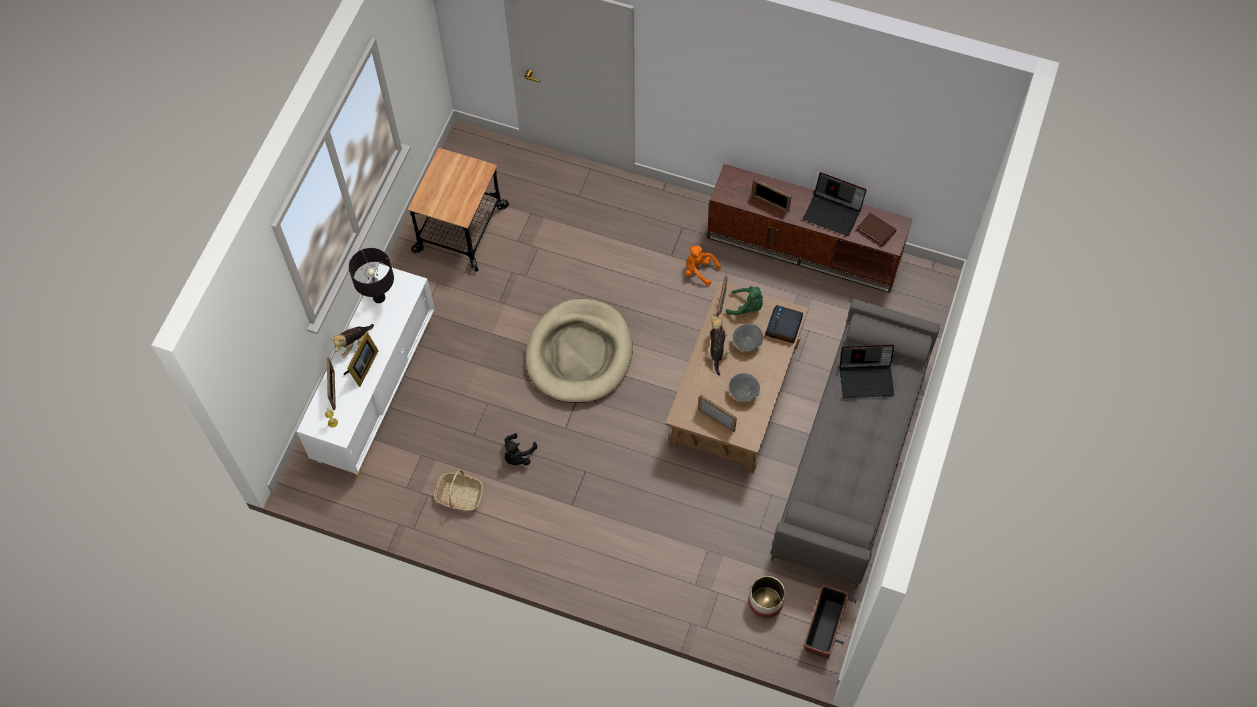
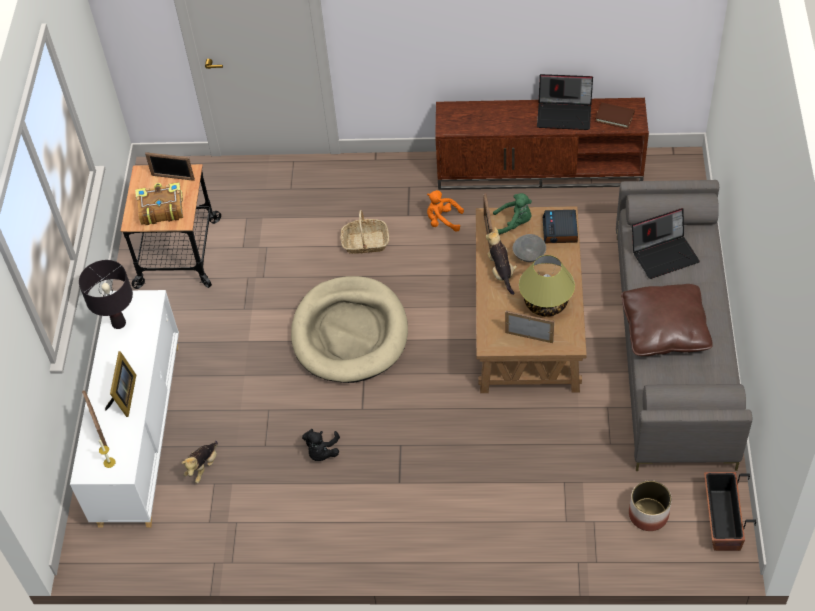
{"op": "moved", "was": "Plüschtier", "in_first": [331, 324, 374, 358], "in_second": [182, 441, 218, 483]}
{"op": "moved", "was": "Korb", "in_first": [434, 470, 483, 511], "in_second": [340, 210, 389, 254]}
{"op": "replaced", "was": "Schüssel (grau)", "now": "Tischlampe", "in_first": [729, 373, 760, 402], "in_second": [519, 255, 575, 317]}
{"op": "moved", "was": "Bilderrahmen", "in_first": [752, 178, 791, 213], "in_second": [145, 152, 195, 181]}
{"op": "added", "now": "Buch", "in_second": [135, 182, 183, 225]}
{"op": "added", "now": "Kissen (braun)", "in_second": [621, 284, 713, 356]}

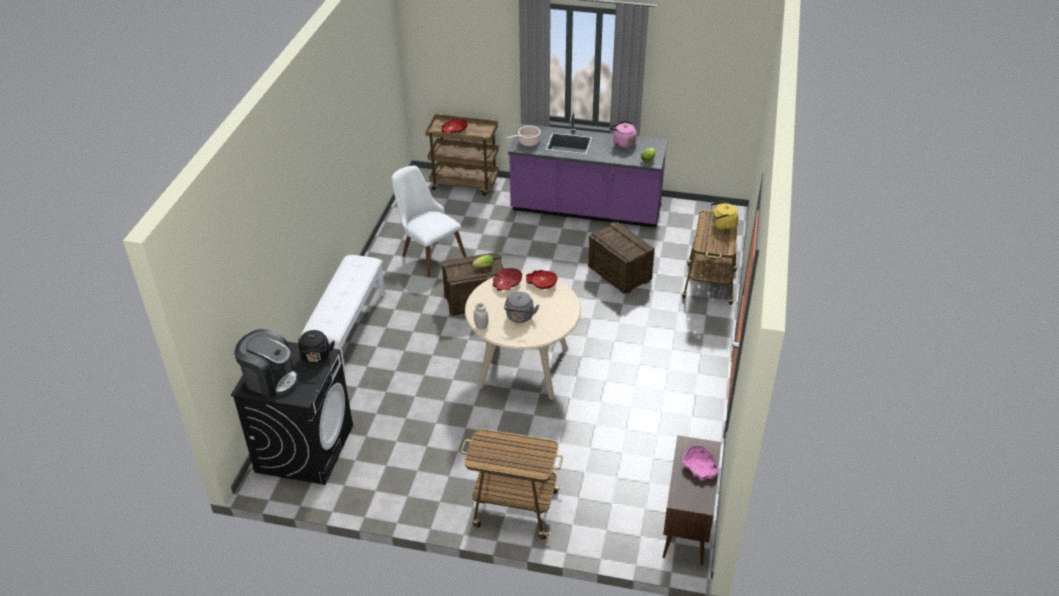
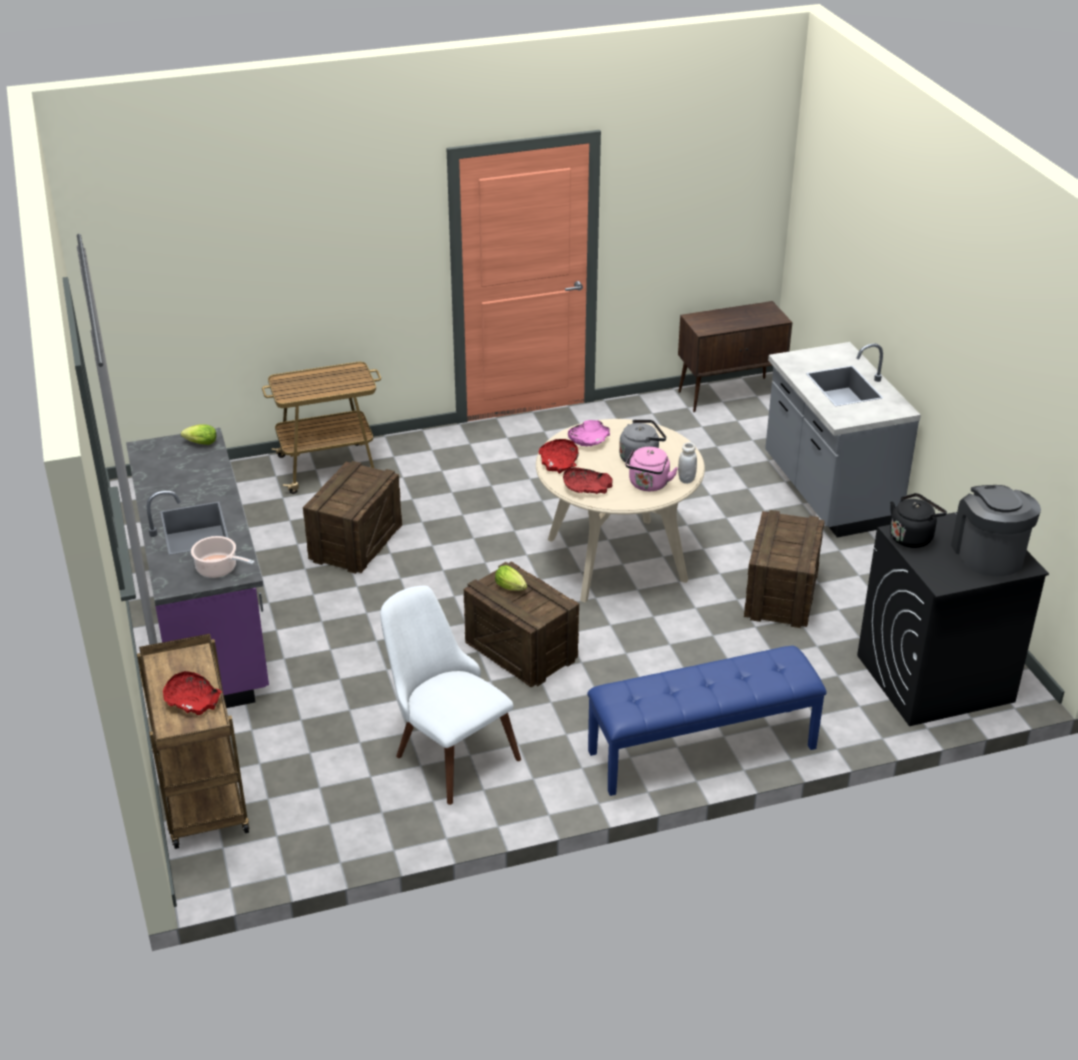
{"op": "recoloured", "was": "Bank (weiß)", "now": "Bank (blau)", "in_first": [300, 255, 385, 376], "in_second": [587, 646, 827, 796]}
{"op": "turned", "was": "Stuhl (weiß)", "in_first": [391, 166, 467, 277], "in_second": [380, 586, 521, 805], "clockwise": 120}
{"op": "replaced", "was": "Rollwagen", "now": "Küchenzeile (grau)", "in_first": [461, 429, 563, 540], "in_second": [765, 342, 921, 537]}
{"op": "moved", "was": "Wasserkessel (rosa)", "in_first": [610, 121, 637, 149], "in_second": [625, 447, 678, 491]}
{"op": "moved", "was": "Schüssel (rosa)", "in_first": [683, 446, 720, 479], "in_second": [568, 420, 610, 447]}
{"op": "removed", "was": "Wasserkessel (gelb)", "in_first": [711, 201, 738, 231]}
{"op": "added", "now": "Kiste", "in_second": [744, 510, 825, 628]}

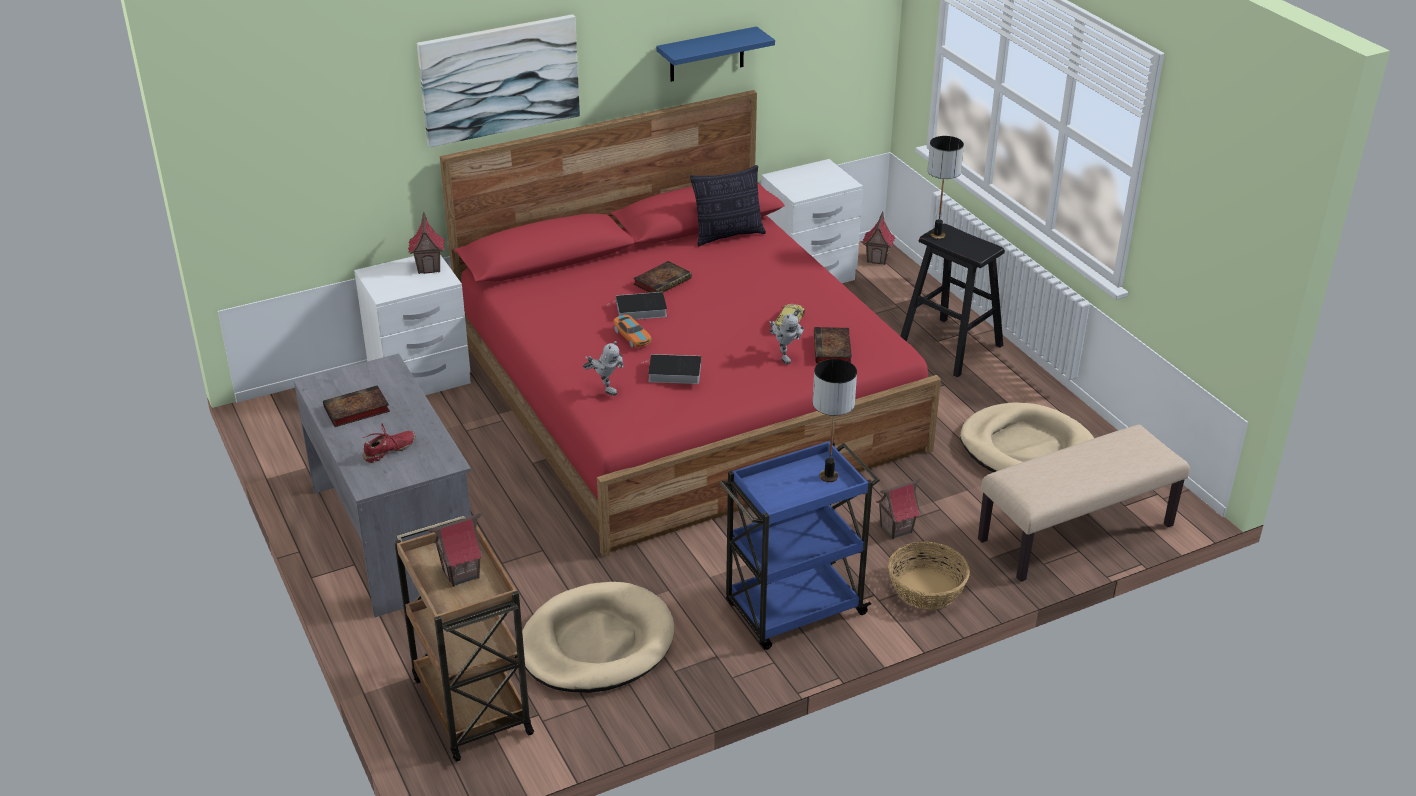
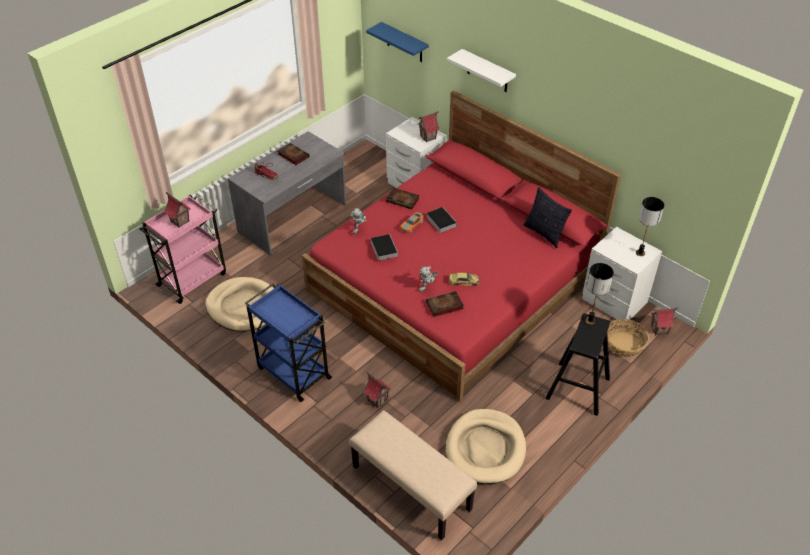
{"op": "recoloured", "was": "Rollwagen (braun)", "now": "Rollwagen (rosa)", "in_first": [394, 516, 534, 762], "in_second": [139, 195, 226, 304]}
{"op": "replaced", "was": "Bild", "now": "Wandregal (weiß)", "in_first": [417, 14, 580, 147], "in_second": [447, 49, 516, 92]}
{"op": "moved", "was": "Buch", "in_first": [633, 261, 692, 293], "in_second": [386, 188, 420, 209]}
{"op": "moved", "was": "Wandregal (blau)", "in_first": [656, 26, 775, 82], "in_second": [366, 22, 429, 62]}
{"op": "moved", "was": "Tischlampe", "in_first": [813, 359, 857, 482], "in_second": [636, 197, 664, 256]}
{"op": "moved", "was": "Korb", "in_first": [888, 542, 970, 610], "in_second": [607, 319, 649, 357]}

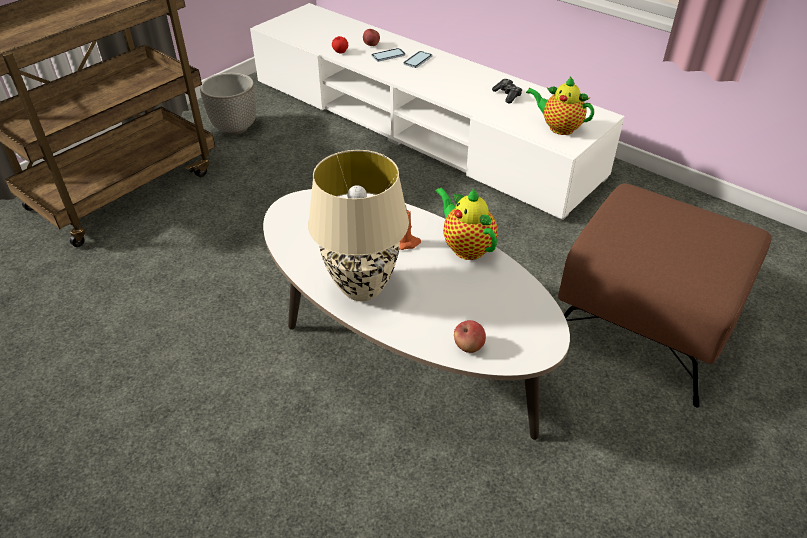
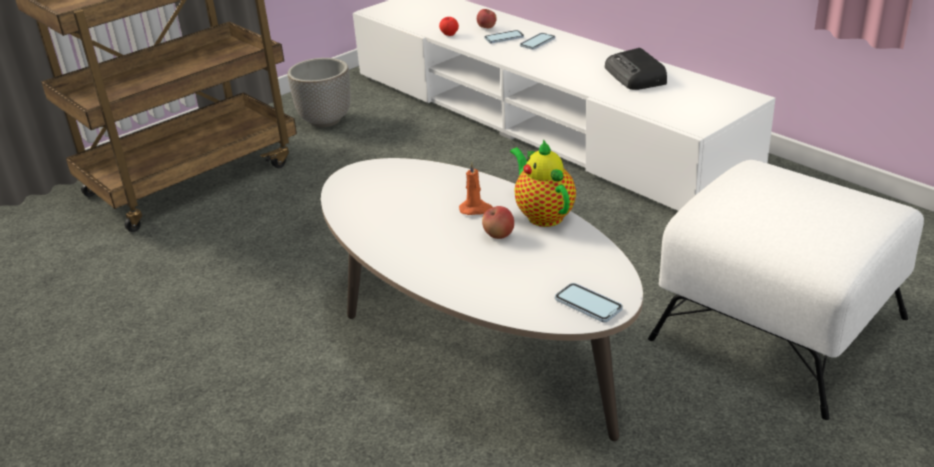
{"op": "removed", "was": "Tischlampe (beige)", "in_first": [308, 150, 409, 301]}
{"op": "moved", "was": "Apfel", "in_first": [454, 320, 486, 353], "in_second": [482, 206, 514, 239]}
{"op": "replaced", "was": "Gamepad", "now": "Radio", "in_first": [492, 79, 522, 103], "in_second": [605, 48, 667, 90]}
{"op": "removed", "was": "Teekanne", "in_first": [526, 77, 594, 135]}
{"op": "recoloured", "was": "Polsterhocker (braun)", "now": "Polsterhocker (weiß)", "in_first": [558, 183, 771, 408], "in_second": [648, 160, 924, 420]}
{"op": "added", "now": "Handy", "in_second": [555, 283, 623, 322]}

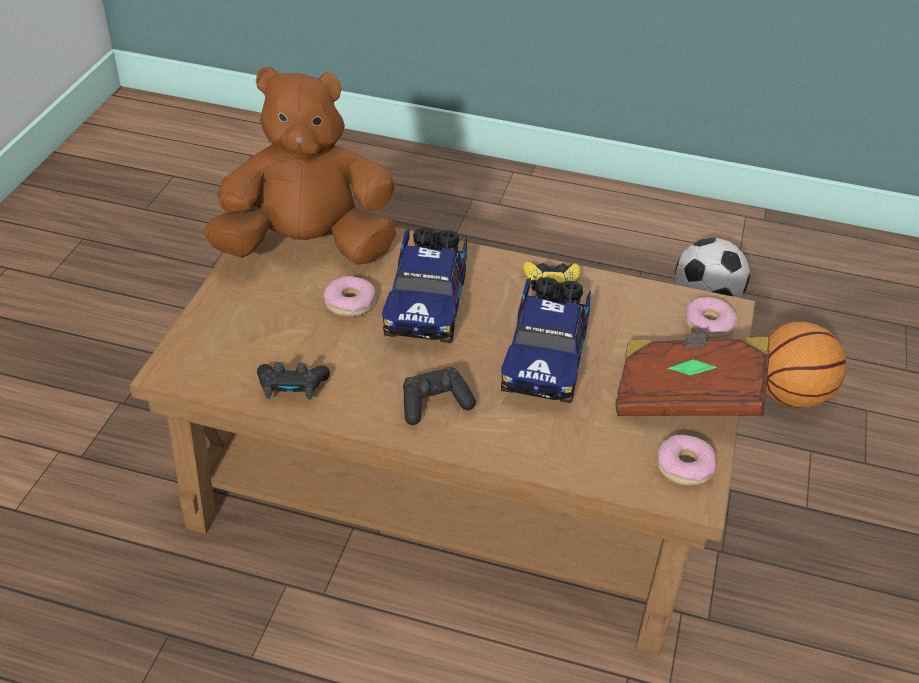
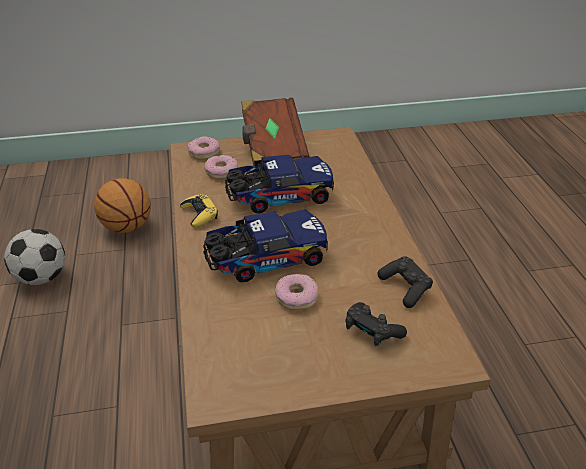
{"op": "removed", "was": "Plüschtier (braun)", "in_first": [204, 66, 396, 265]}
{"op": "moved", "was": "Gamepad (schwarz)", "in_first": [403, 367, 476, 425], "in_second": [346, 302, 407, 347]}
{"op": "moved", "was": "Donut", "in_first": [657, 435, 716, 486], "in_second": [204, 155, 238, 179]}

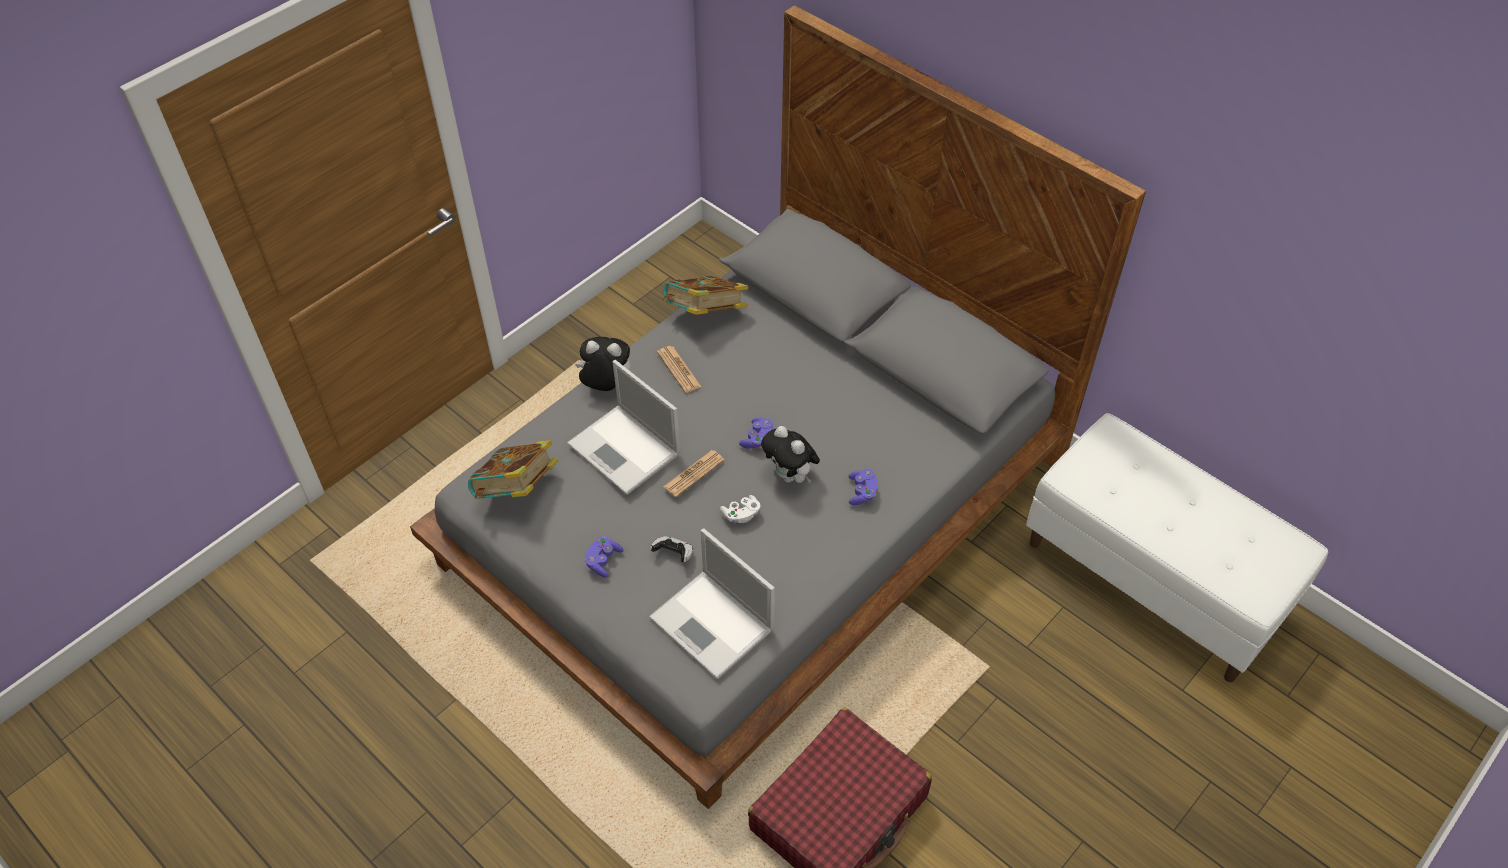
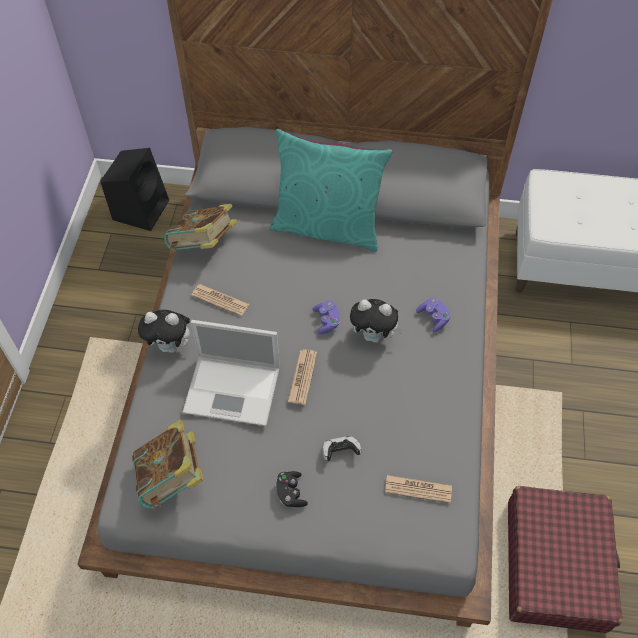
{"op": "turned", "was": "Plüschtier", "in_first": [575, 337, 631, 391], "in_second": [138, 310, 195, 353], "clockwise": -150}
{"op": "recoloured", "was": "Gamepad (lila)", "now": "Gamepad (schwarz)", "in_first": [585, 536, 623, 578], "in_second": [276, 471, 308, 507]}
{"op": "replaced", "was": "Laptop", "now": "Zeitung", "in_first": [649, 528, 775, 679], "in_second": [385, 475, 452, 503]}
{"op": "removed", "was": "Gamepad (weiß)", "in_first": [720, 495, 760, 523]}
{"op": "added", "now": "Lautsprecher (schwarz)", "in_second": [101, 148, 169, 231]}
{"op": "added", "now": "Kissen (türkis)", "in_second": [270, 129, 393, 252]}

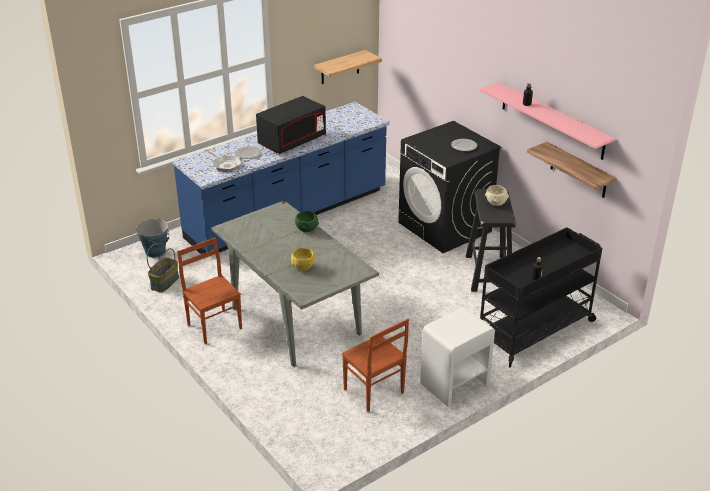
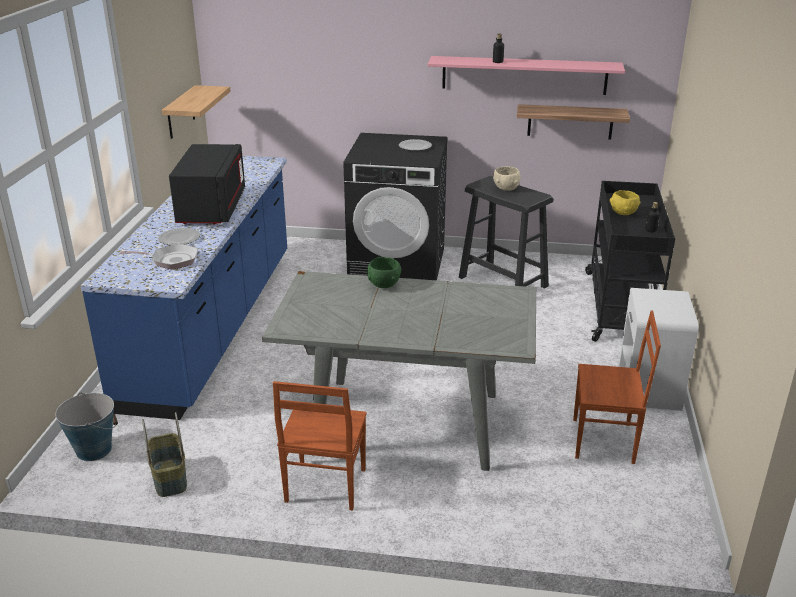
{"op": "turned", "was": "Stuhl (braun)", "in_first": [177, 237, 242, 344], "in_second": [273, 381, 367, 510], "clockwise": -90}
{"op": "moved", "was": "Schüssel (gelb)", "in_first": [291, 248, 315, 270], "in_second": [609, 190, 641, 215]}

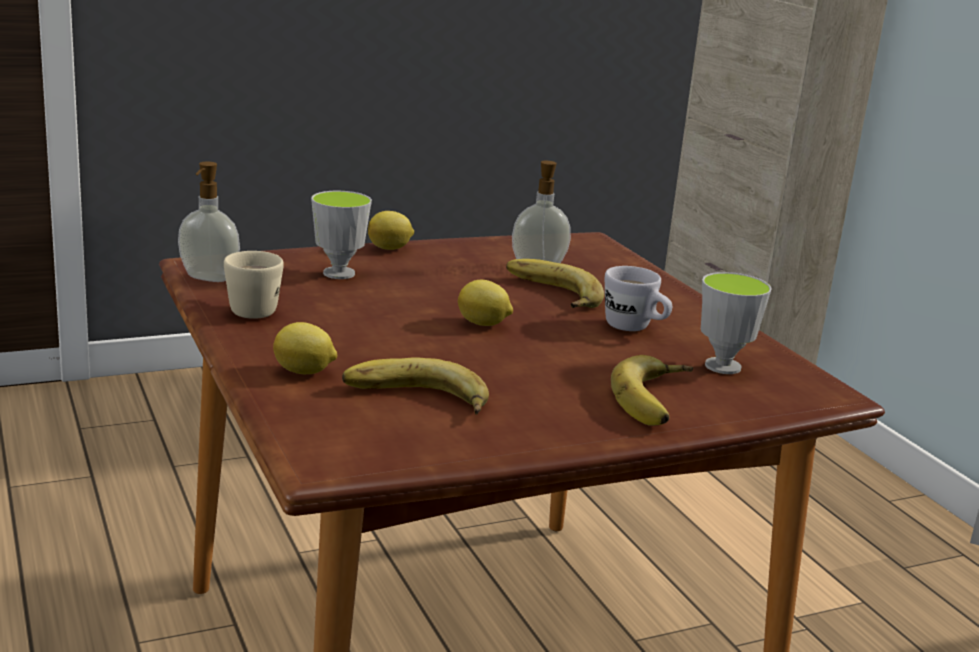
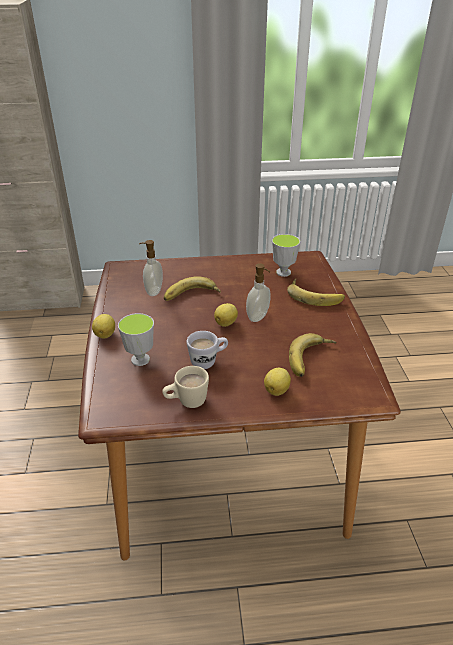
{"op": "moved", "was": "Seifenspender", "in_first": [178, 162, 240, 282], "in_second": [246, 263, 271, 322]}
{"op": "moved", "was": "Henkelbecher (weiß)", "in_first": [605, 266, 672, 331], "in_second": [187, 331, 228, 369]}

